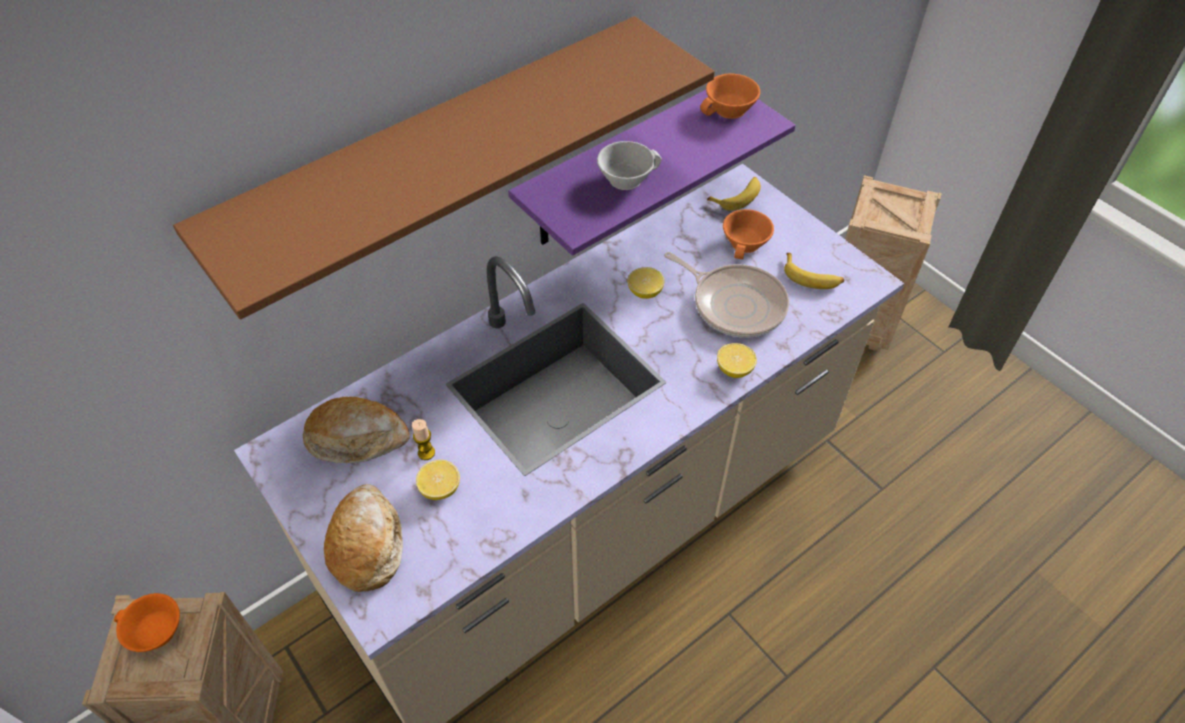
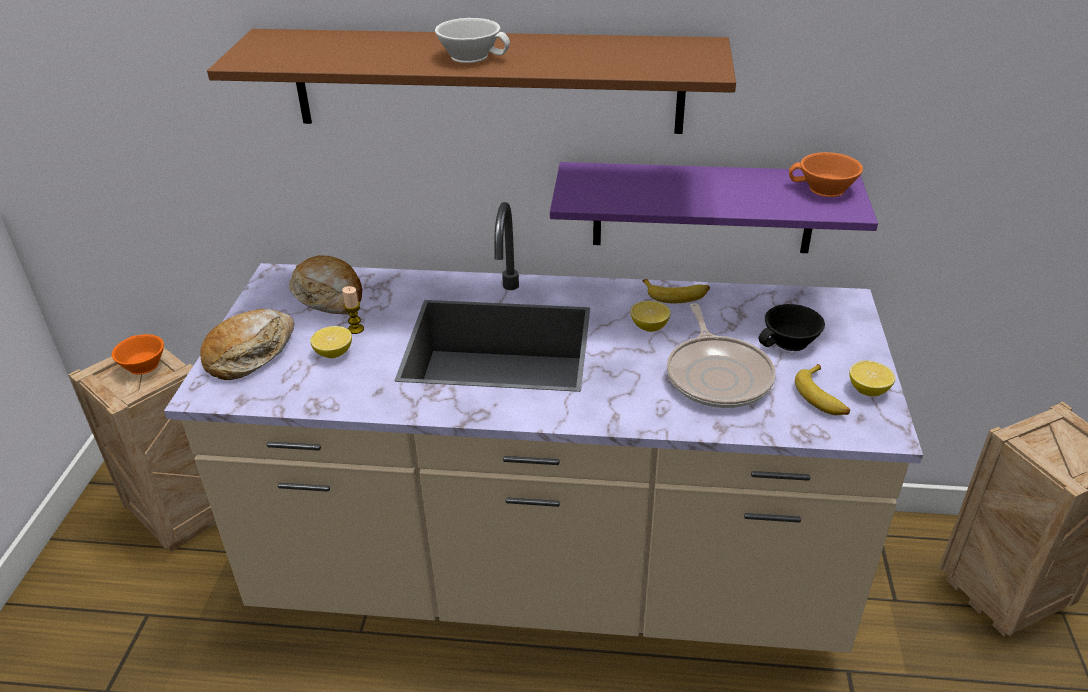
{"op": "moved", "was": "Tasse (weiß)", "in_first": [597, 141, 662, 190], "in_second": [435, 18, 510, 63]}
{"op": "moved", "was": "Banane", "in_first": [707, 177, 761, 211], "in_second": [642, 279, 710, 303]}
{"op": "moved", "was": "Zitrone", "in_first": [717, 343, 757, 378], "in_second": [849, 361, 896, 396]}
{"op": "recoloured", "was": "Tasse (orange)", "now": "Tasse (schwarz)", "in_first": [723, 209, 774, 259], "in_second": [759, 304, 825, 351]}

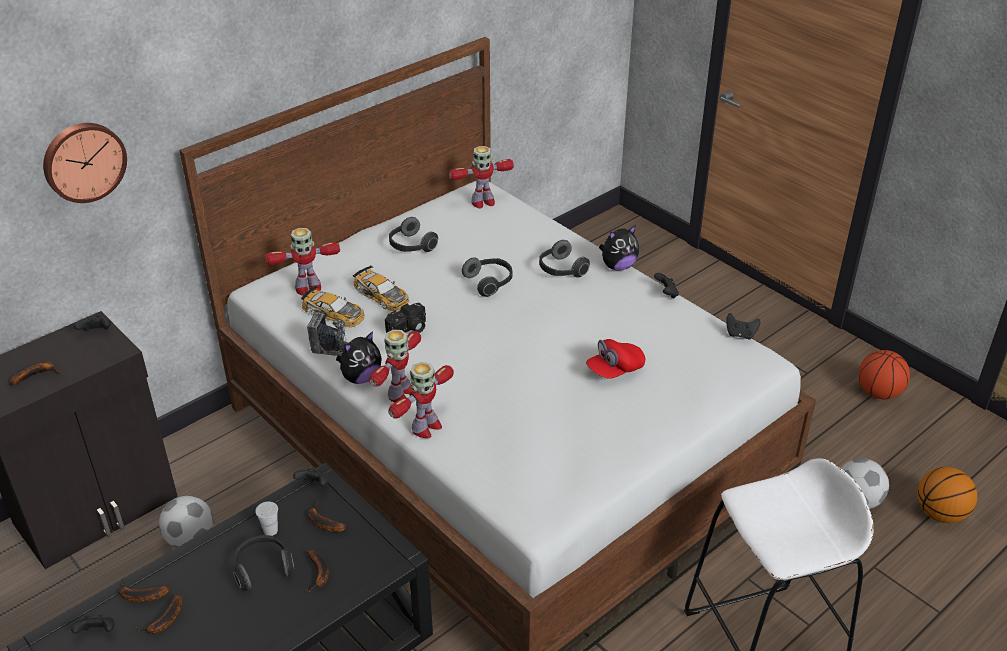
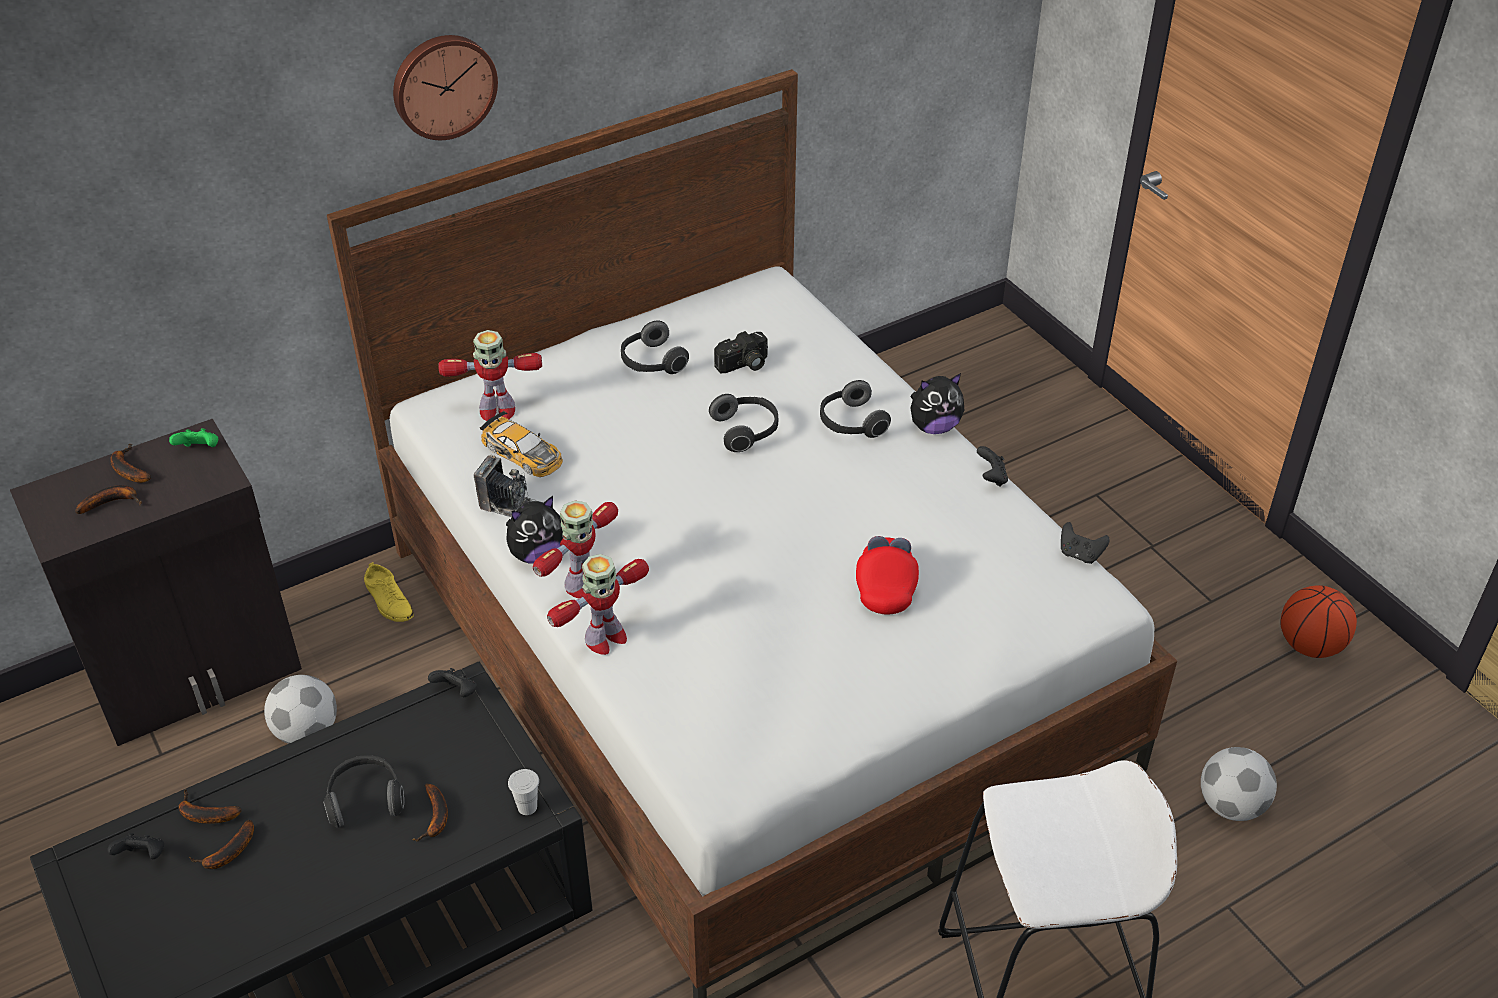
{"op": "moved", "was": "Wanduhr", "in_first": [43, 123, 127, 203], "in_second": [393, 35, 498, 140]}
{"op": "recoloured", "was": "Gamepad (schwarz)", "now": "Gamepad (grün)", "in_first": [74, 316, 111, 331], "in_second": [169, 428, 218, 447]}
{"op": "moved", "was": "Tasse (weiß)", "in_first": [255, 502, 278, 536], "in_second": [508, 769, 539, 815]}
{"op": "moved", "was": "Banane", "in_first": [308, 501, 347, 532], "in_second": [110, 443, 151, 483]}
{"op": "removed", "was": "Spielzeugauto", "in_first": [353, 265, 409, 311]}
{"op": "moved", "was": "Kamera", "in_first": [385, 303, 426, 333], "in_second": [714, 331, 768, 373]}
{"op": "removed", "was": "Spielzeugroboter", "in_first": [449, 146, 514, 209]}
{"op": "turned", "was": "Kappe (rot)", "in_first": [586, 339, 645, 379], "in_second": [856, 536, 919, 615], "clockwise": 120}
{"op": "removed", "was": "Basketball", "in_first": [917, 467, 977, 523]}
{"op": "added", "now": "Schuh (gelb)", "in_second": [364, 562, 414, 622]}

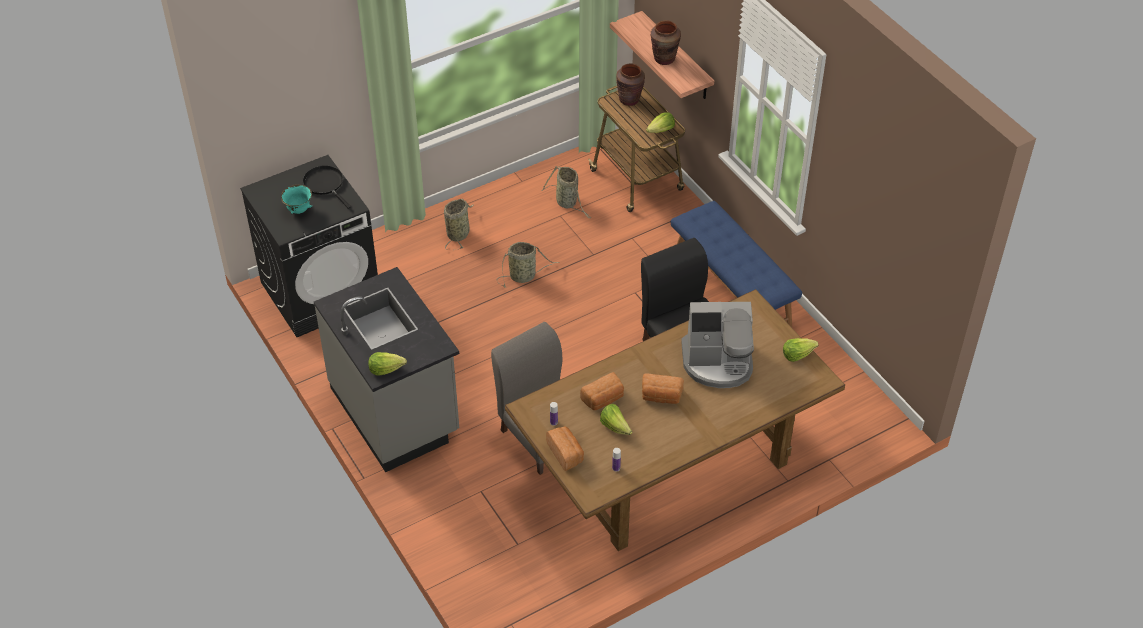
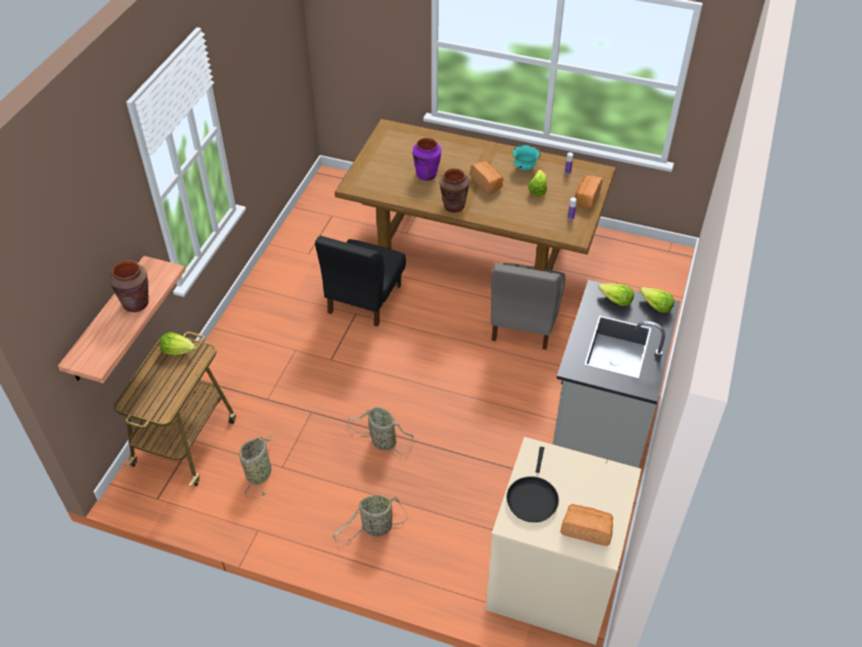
{"op": "recoloured", "was": "Waschmaschine (schwarz)", "now": "Waschmaschine (beige)", "in_first": [240, 155, 378, 337], "in_second": [486, 437, 641, 645]}
{"op": "moved", "was": "Schüssel (türkis)", "in_first": [281, 184, 312, 214], "in_second": [512, 145, 541, 170]}
{"op": "moved", "was": "Brot", "in_first": [580, 372, 624, 410], "in_second": [560, 504, 613, 546]}
{"op": "moved", "was": "Vase (braun)", "in_first": [616, 63, 645, 106], "in_second": [439, 168, 469, 213]}
{"op": "removed", "was": "Bank (blau)", "in_first": [671, 201, 802, 327]}
{"op": "replaced", "was": "Kaffeemaschine", "now": "Vase (lila)", "in_first": [681, 302, 754, 388], "in_second": [413, 138, 441, 181]}
{"op": "moved", "was": "Salatkopf", "in_first": [783, 338, 819, 362], "in_second": [598, 283, 634, 306]}

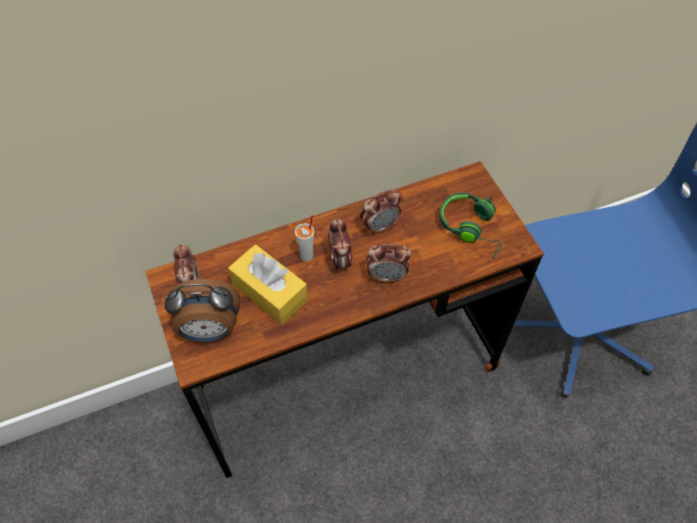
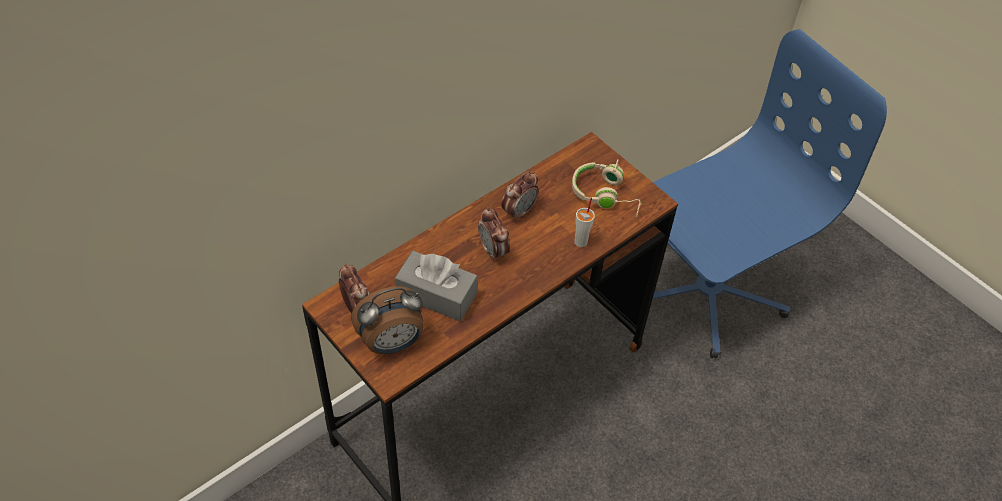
{"op": "recoloured", "was": "Taschentuchbox (gelb)", "now": "Taschentuchbox (grau)", "in_first": [228, 244, 308, 325], "in_second": [395, 251, 477, 321]}
{"op": "moved", "was": "Tasse (weiß)", "in_first": [295, 215, 314, 261], "in_second": [574, 197, 595, 247]}
{"op": "removed", "was": "Wecker", "in_first": [367, 244, 411, 282]}
{"op": "recoloured", "was": "Kopfhörer (grün)", "now": "Kopfhörer (beige)", "in_first": [439, 193, 503, 259], "in_second": [572, 159, 642, 218]}

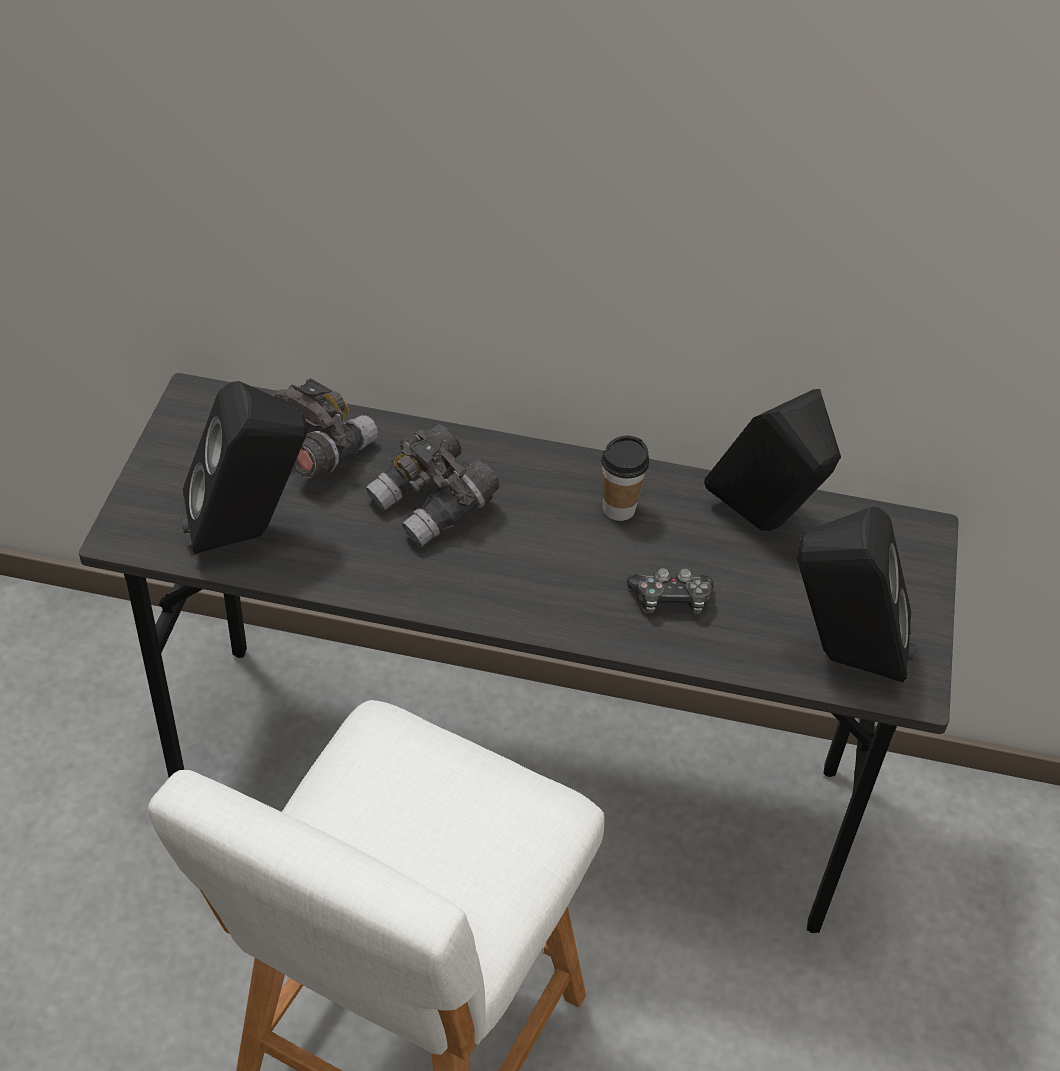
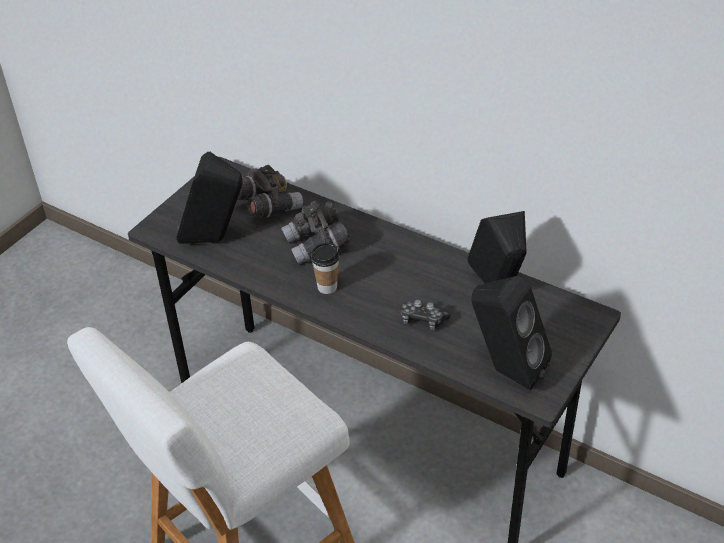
{"op": "moved", "was": "Tasse", "in_first": [601, 436, 649, 521], "in_second": [311, 243, 339, 294]}

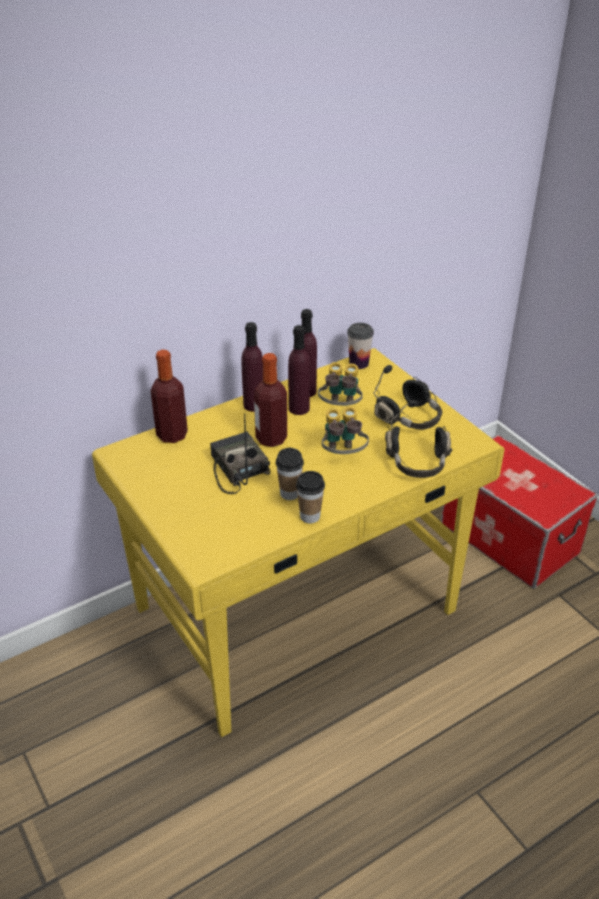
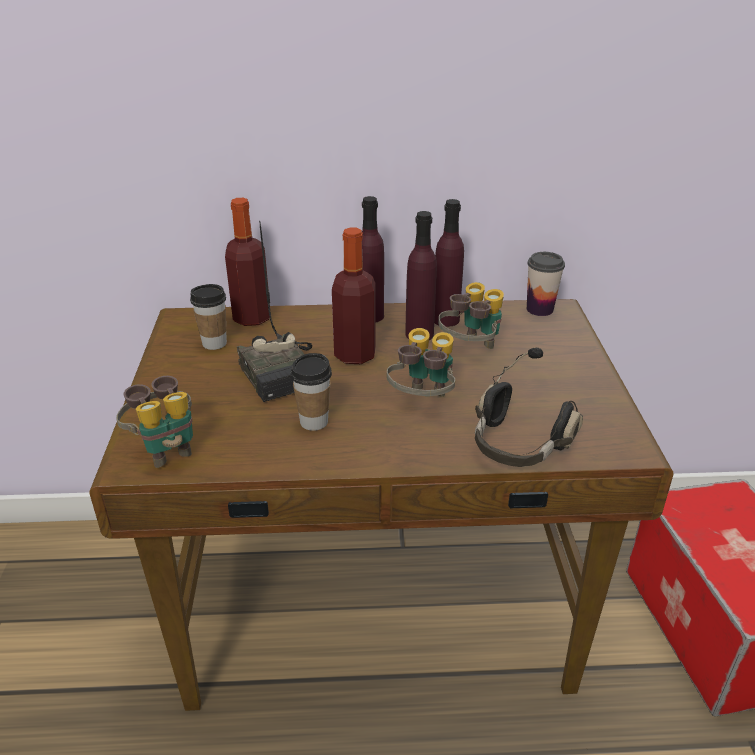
{"op": "recoloured", "was": "Schreibtisch (gelb)", "now": "Schreibtisch (braun)", "in_first": [92, 348, 504, 738], "in_second": [89, 299, 674, 711]}
{"op": "turned", "was": "Radio", "in_first": [210, 414, 270, 494], "in_second": [237, 221, 313, 402], "clockwise": 150}
{"op": "moved", "was": "Tasse", "in_first": [296, 471, 325, 523], "in_second": [190, 284, 227, 350]}
{"op": "removed", "was": "Kopfhörer (schwarz)", "in_first": [373, 365, 442, 430]}
{"op": "added", "now": "Fernglas", "in_second": [116, 376, 193, 468]}

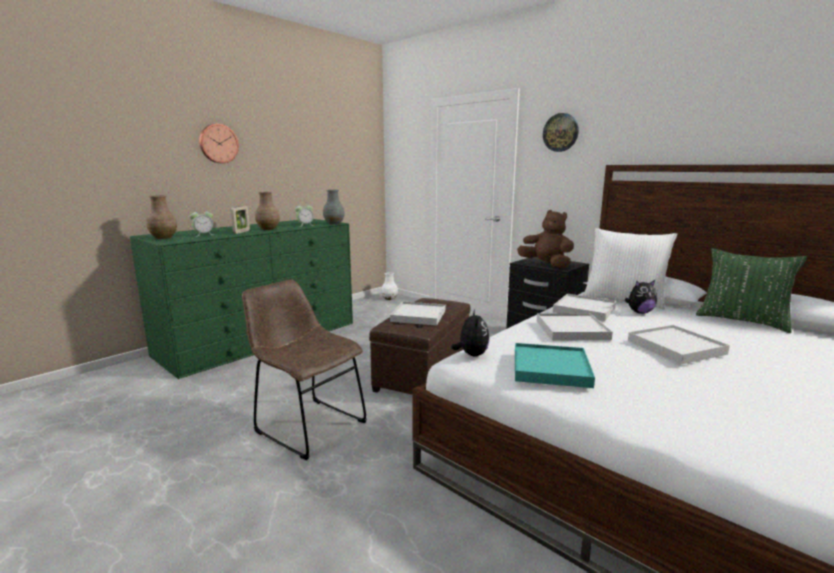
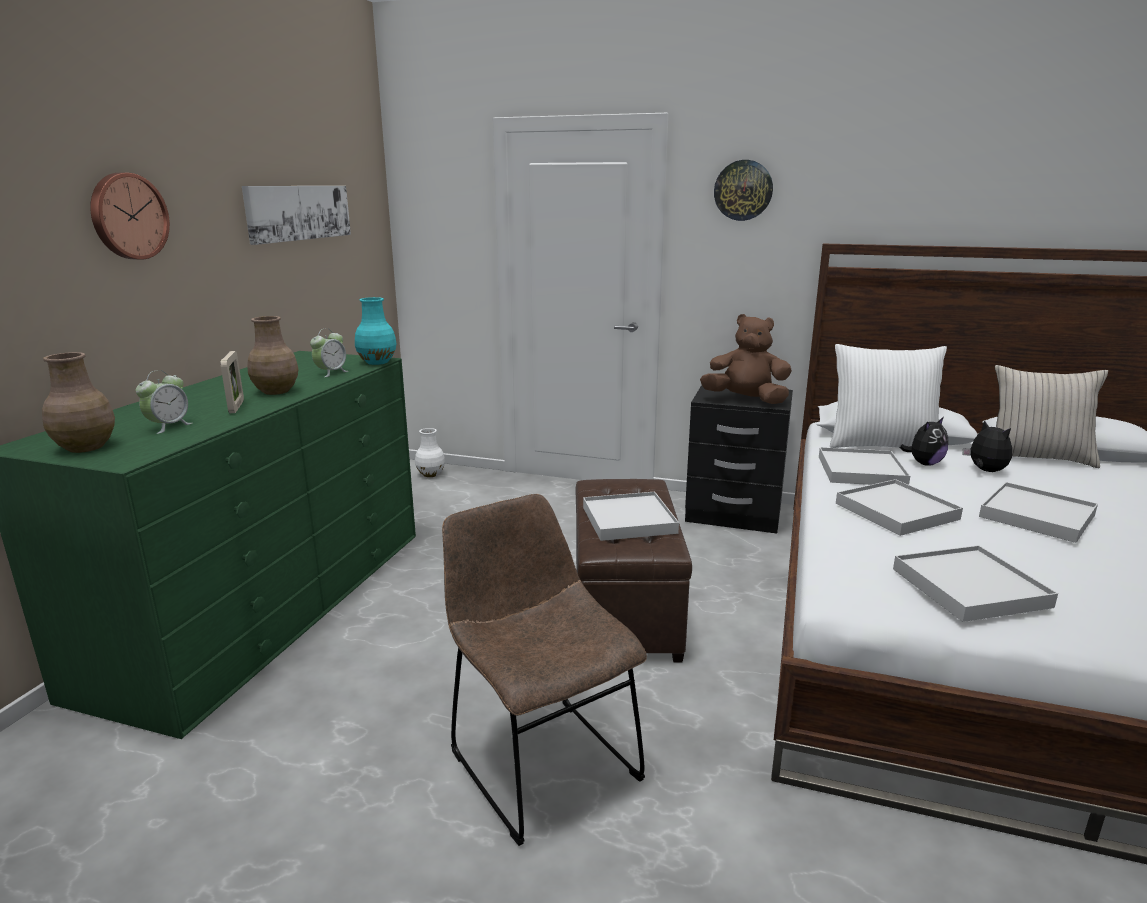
{"op": "turned", "was": "Stuhl (braun)", "in_first": [242, 279, 367, 460], "in_second": [442, 494, 647, 846], "clockwise": 45}
{"op": "recoloured", "was": "Vase (grau)", "now": "Vase (türkis)", "in_first": [323, 190, 345, 225], "in_second": [355, 297, 397, 365]}
{"op": "moved", "was": "Plüschtier", "in_first": [451, 309, 489, 357], "in_second": [963, 420, 1012, 472]}
{"op": "recoloured", "was": "Tablett (türkis)", "now": "Tablett (weiß)", "in_first": [515, 343, 595, 388], "in_second": [893, 545, 1058, 622]}
{"op": "recoloured", "was": "Kissen (grün)", "now": "Kissen (beige)", "in_first": [696, 248, 807, 333], "in_second": [995, 365, 1108, 468]}
{"op": "added", "now": "Bild", "in_second": [242, 186, 351, 245]}

